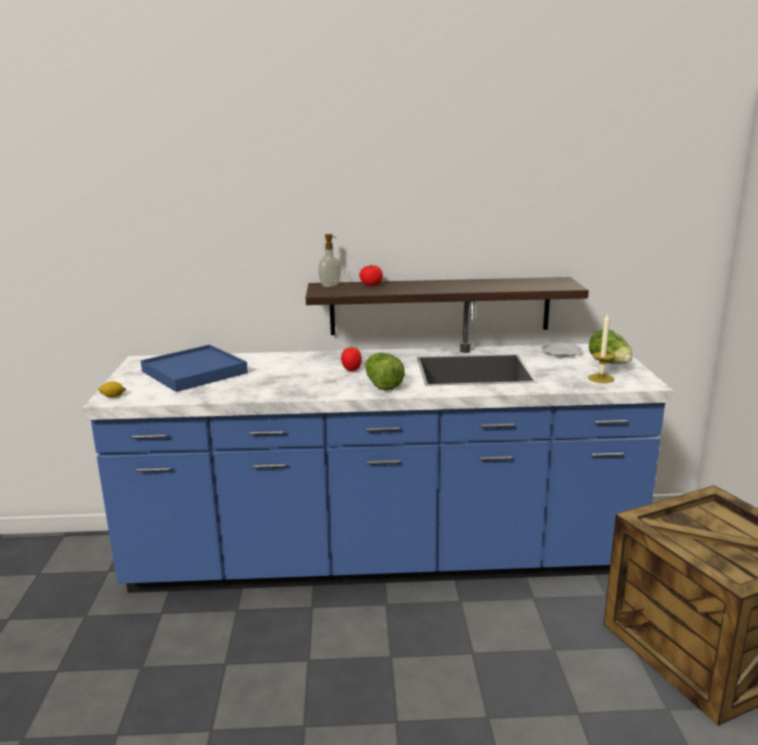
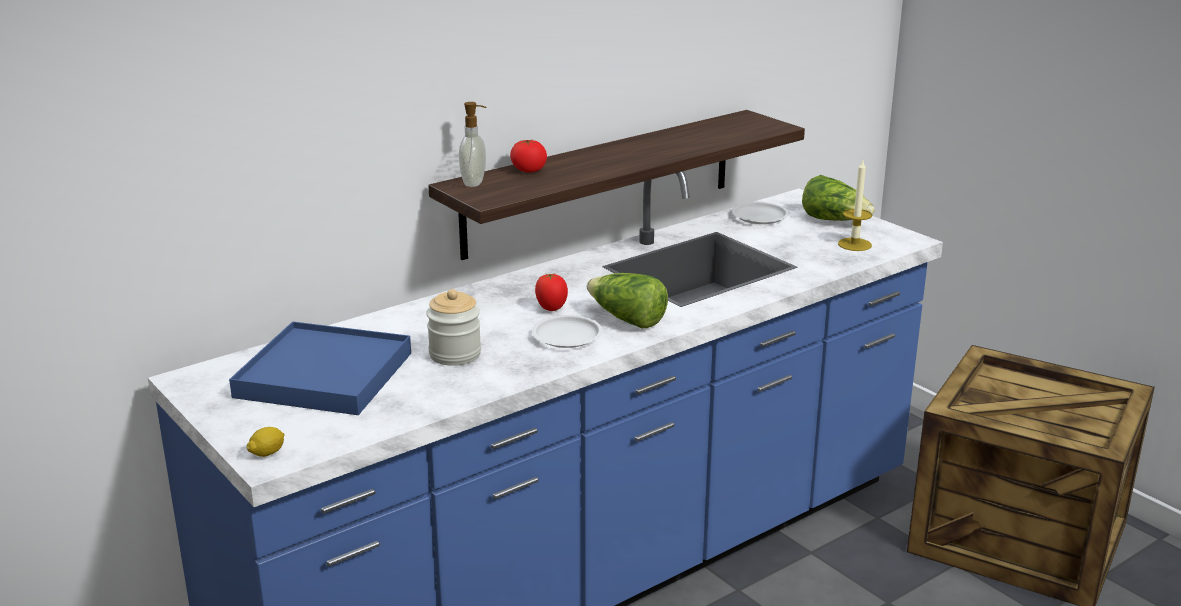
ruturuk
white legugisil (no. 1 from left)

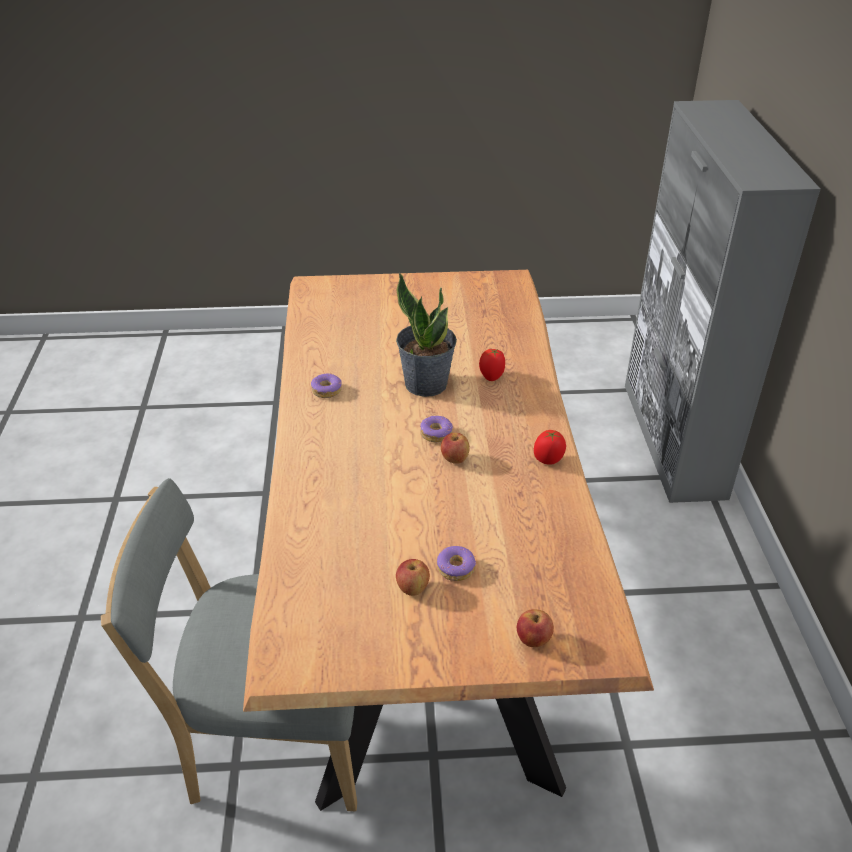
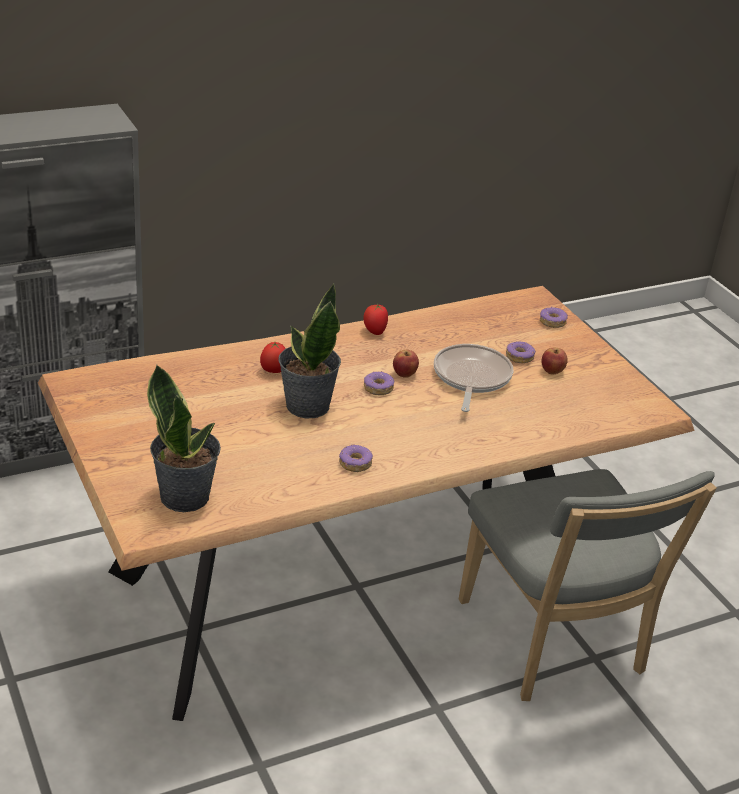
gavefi (no. 1 from left)
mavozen
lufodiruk (no. 4 from left)

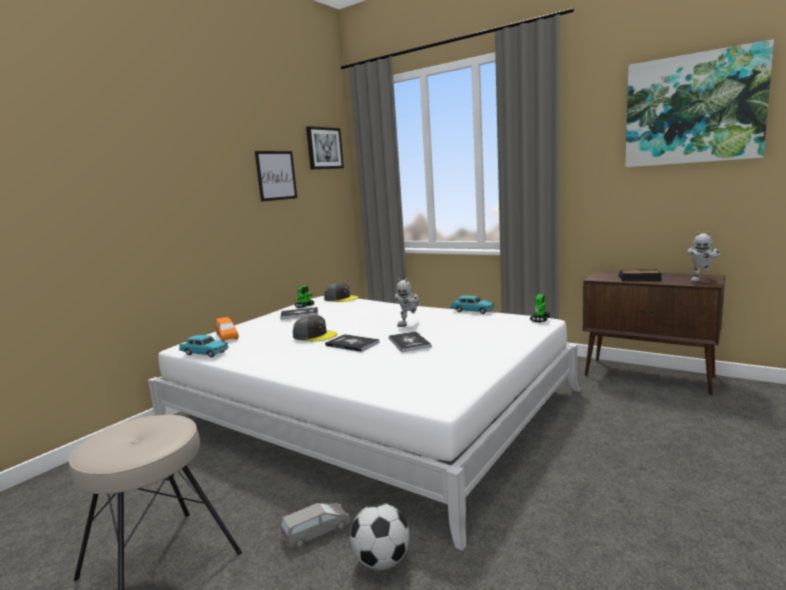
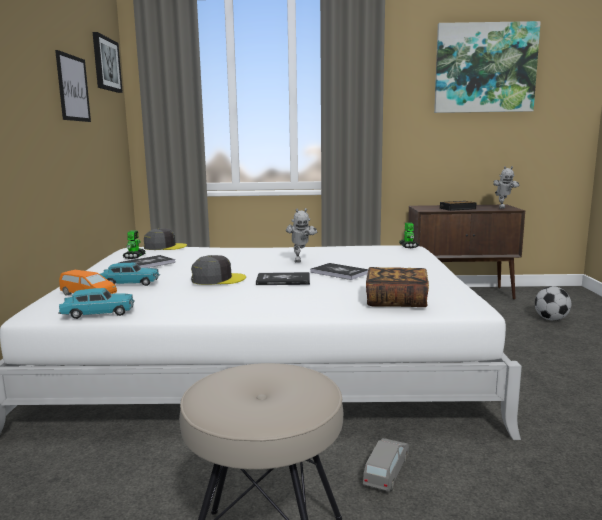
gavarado (no. 4 from left)
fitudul
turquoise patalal (no. 2 from left)

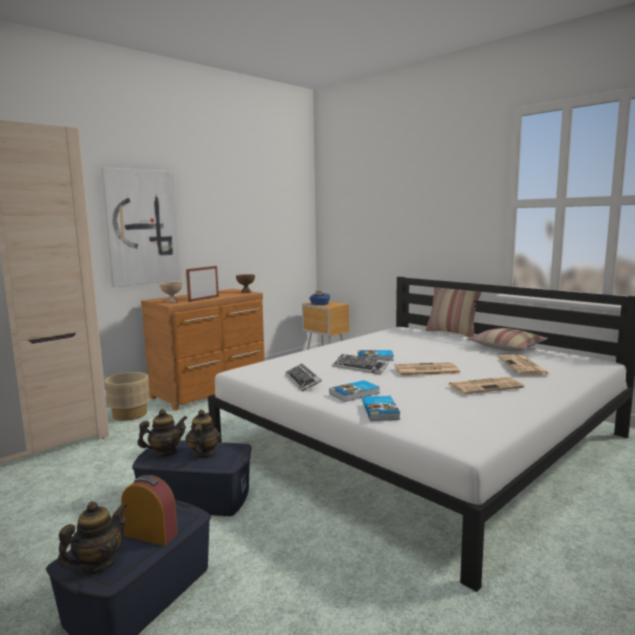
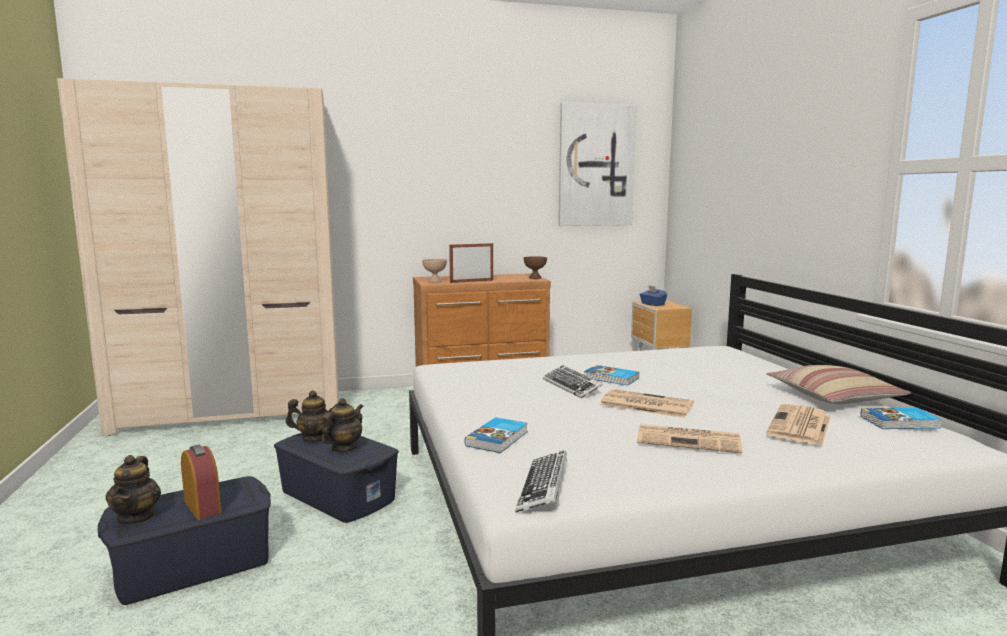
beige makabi
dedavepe (no. 1 from left in the first image)
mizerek
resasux (no. 1 from left)
gavarado (no. 3 from left)
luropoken (no. 1 from left)

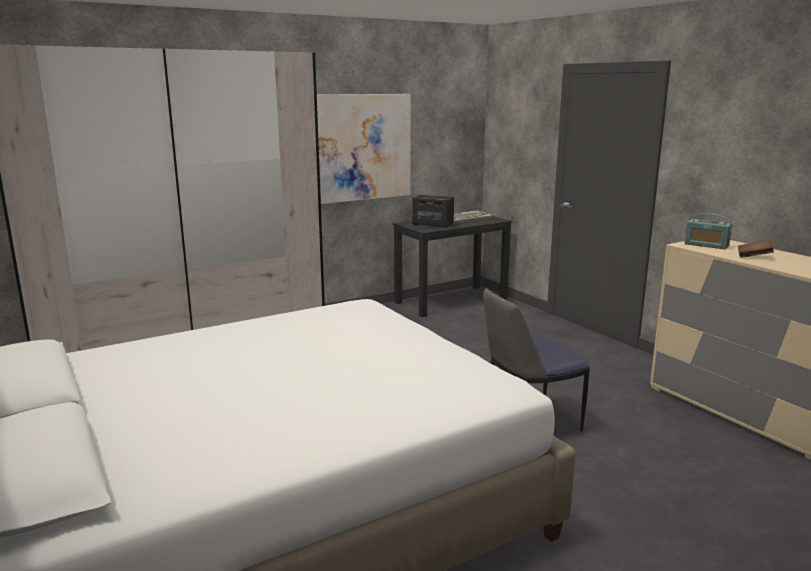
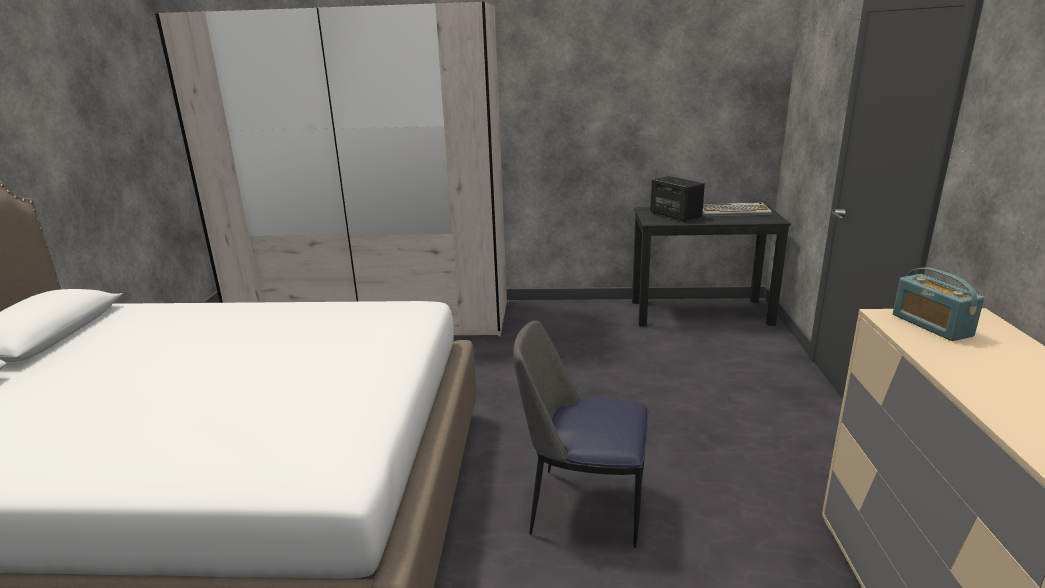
mizerek
brown gavarado

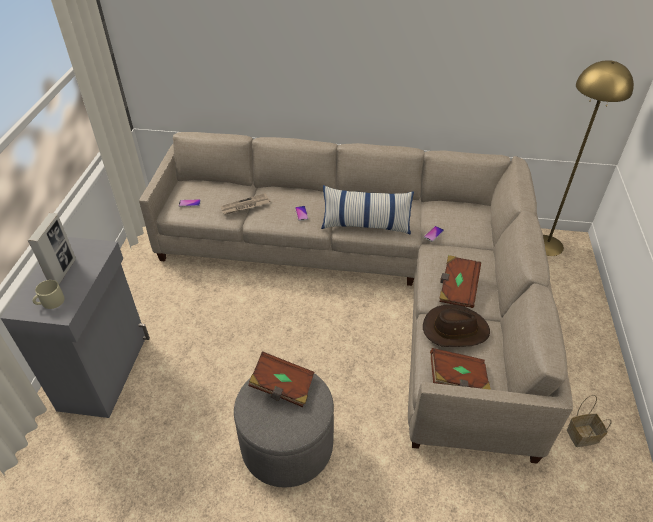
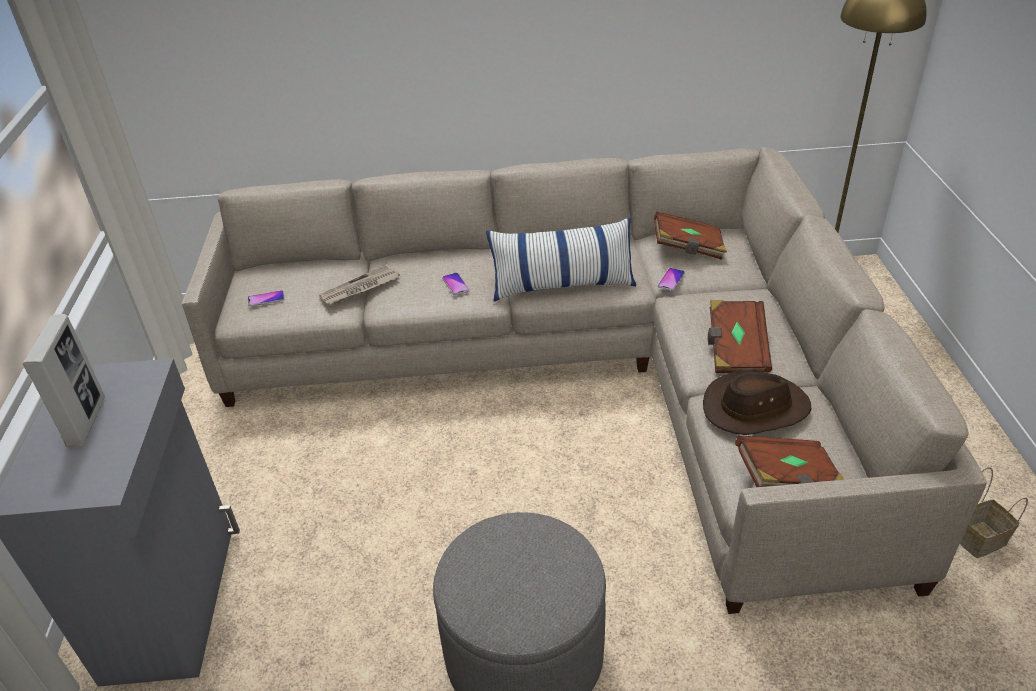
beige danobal
brown gavarado (no. 1 from left)

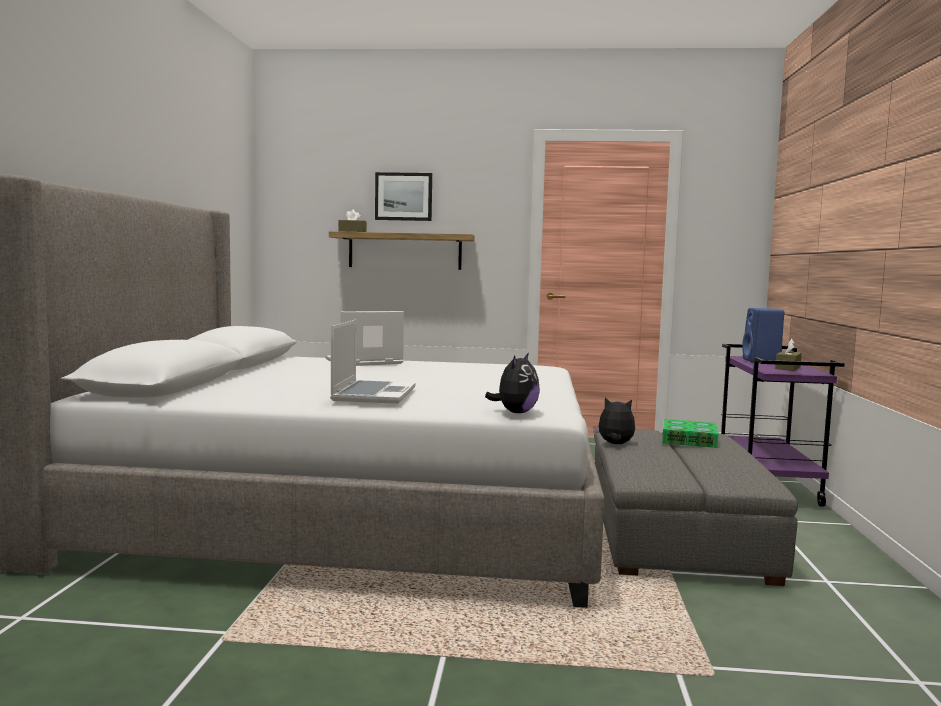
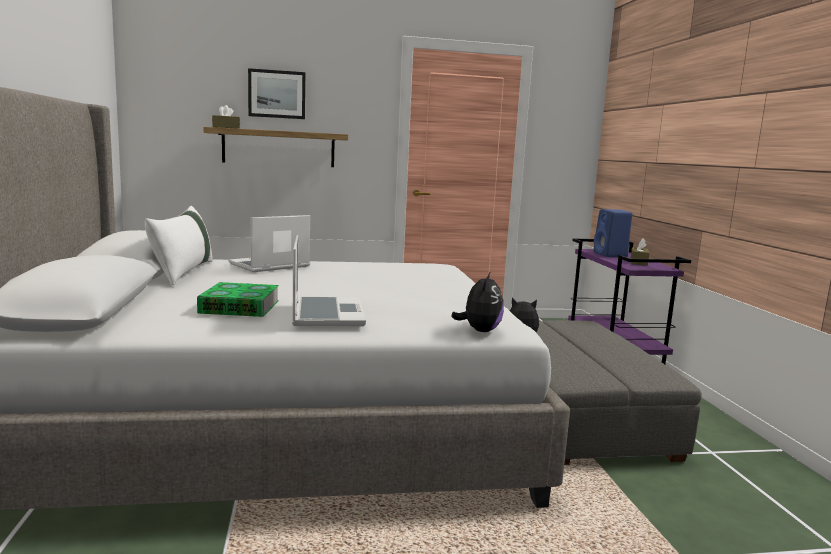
white dedavepe
gavarado

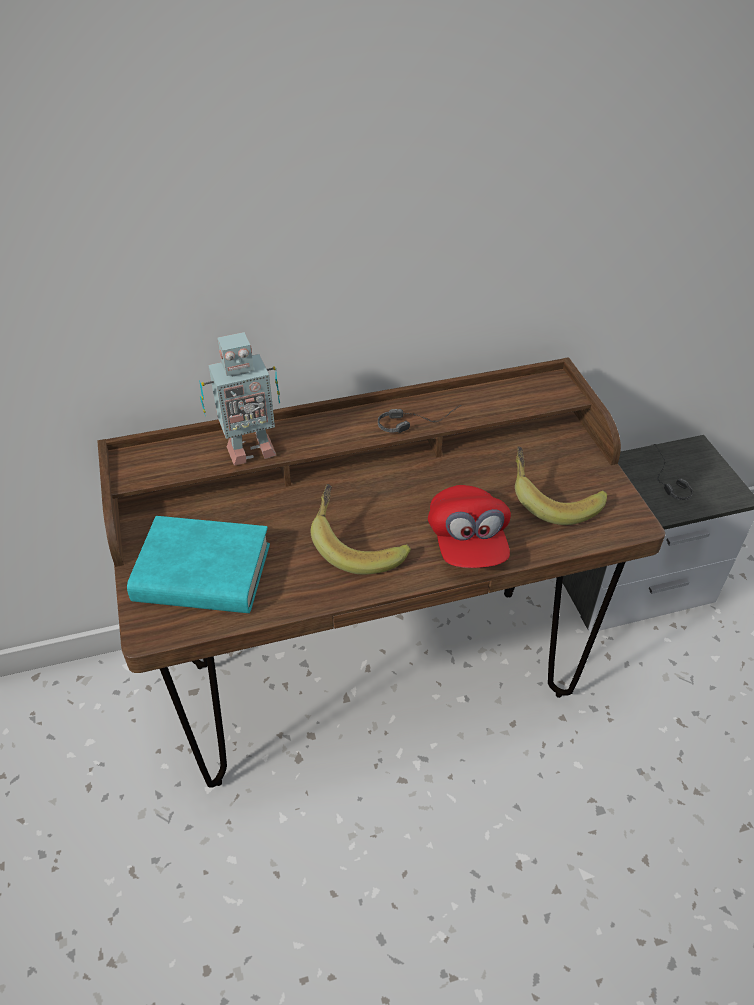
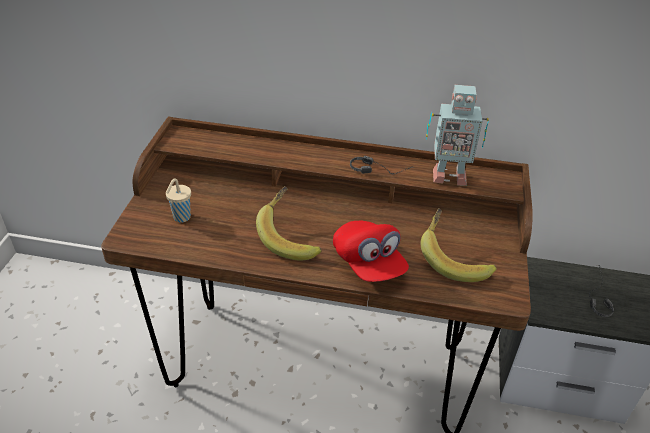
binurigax
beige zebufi
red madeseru

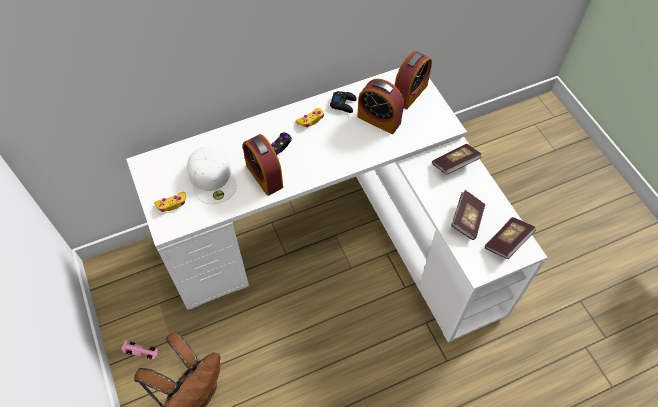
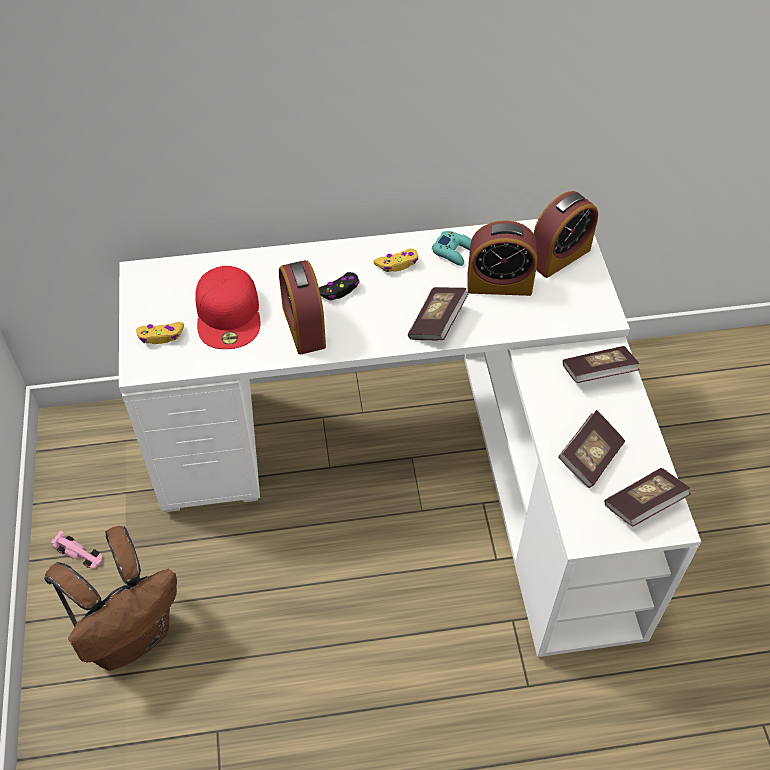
gavarado (no. 1 from left)
red madeseru
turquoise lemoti
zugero (no. 2 from left)

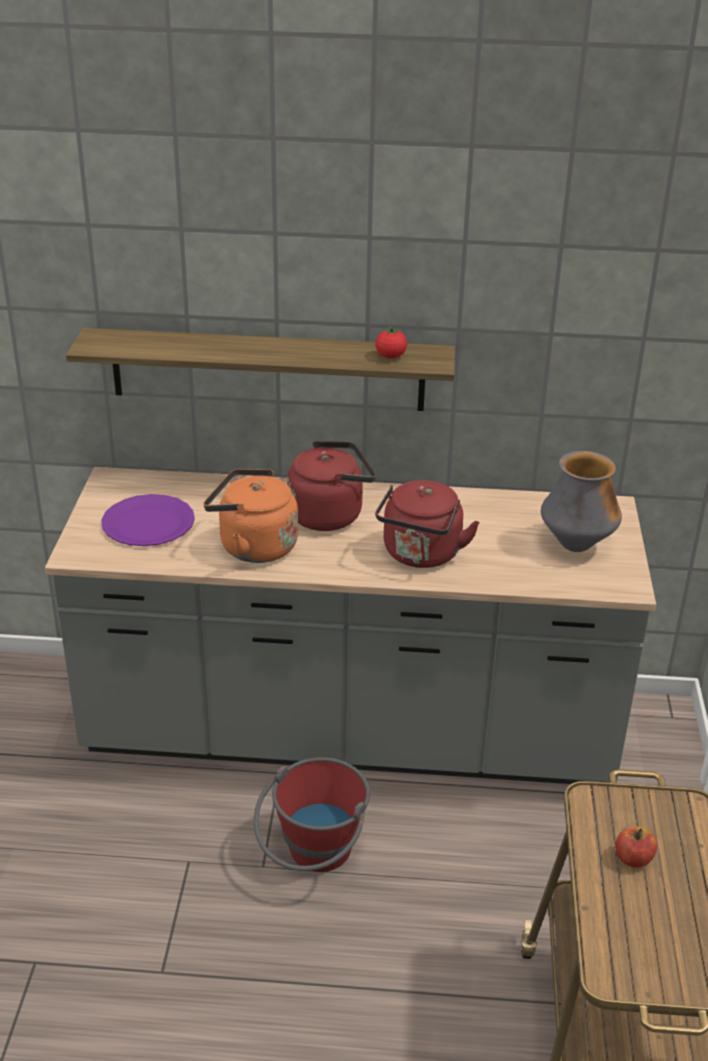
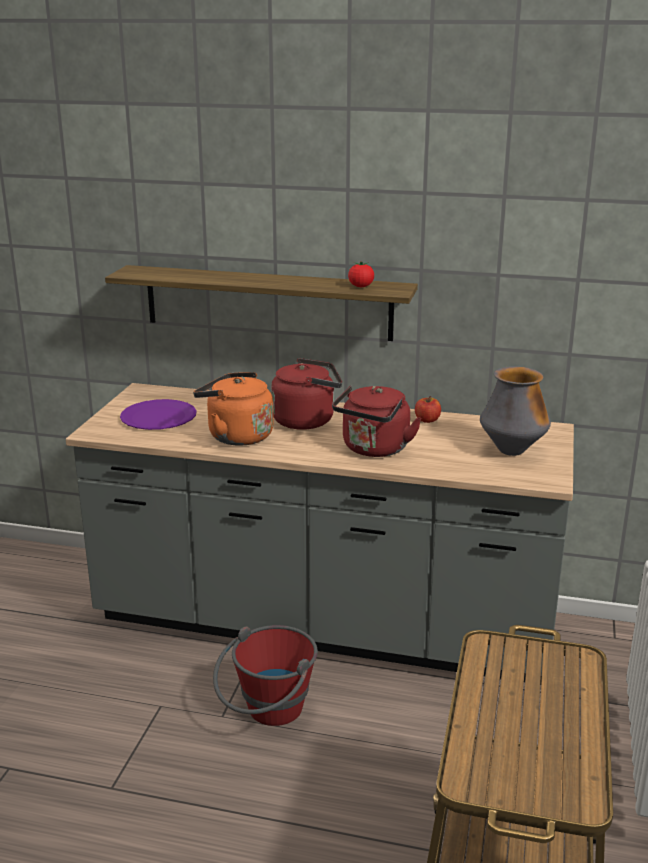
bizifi

